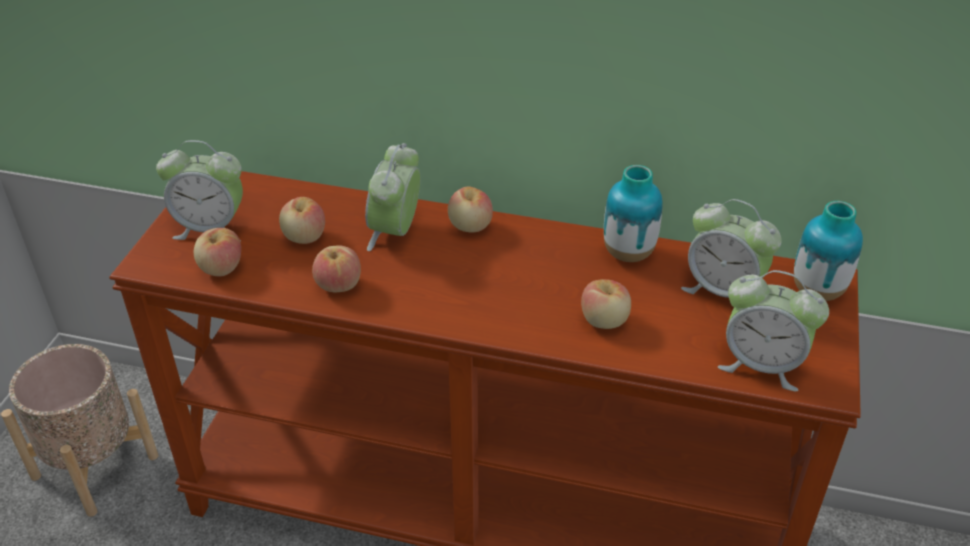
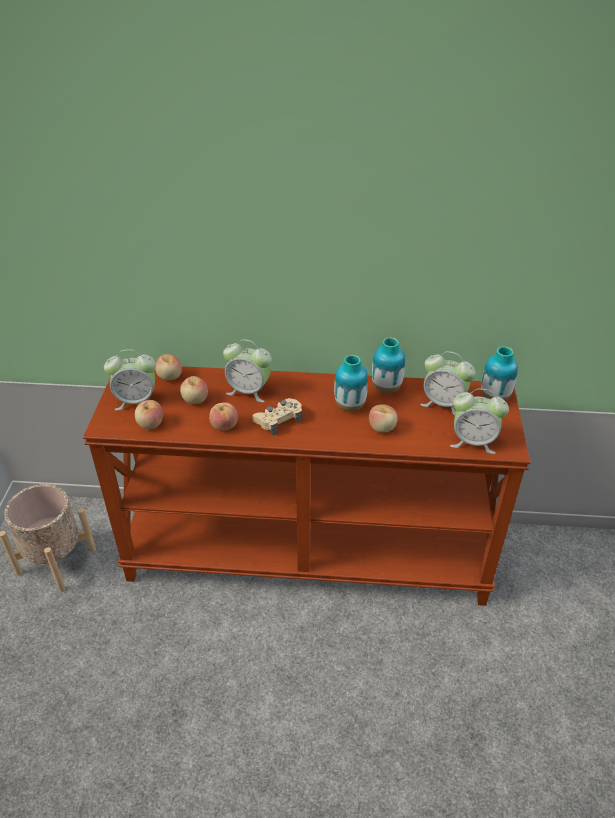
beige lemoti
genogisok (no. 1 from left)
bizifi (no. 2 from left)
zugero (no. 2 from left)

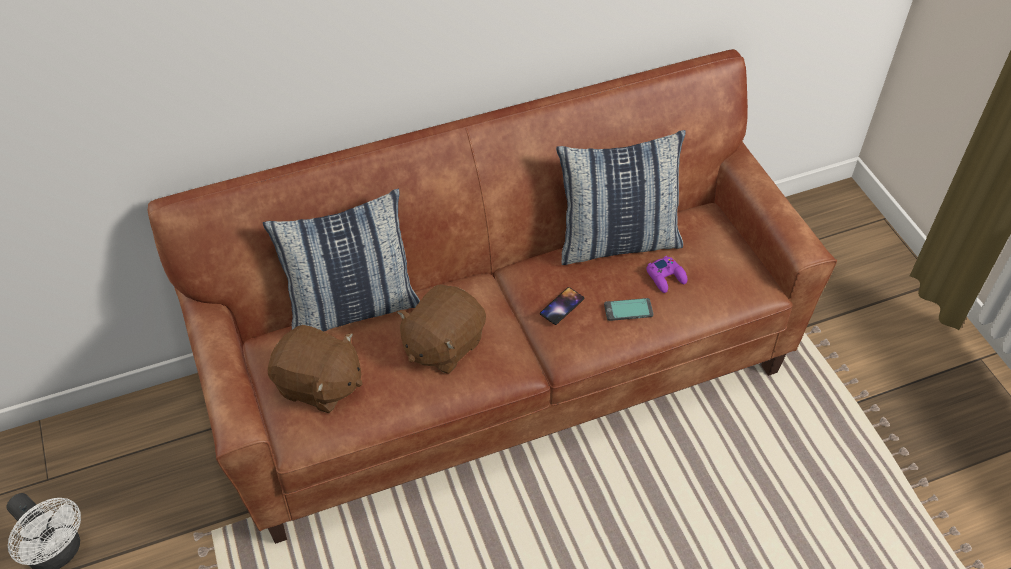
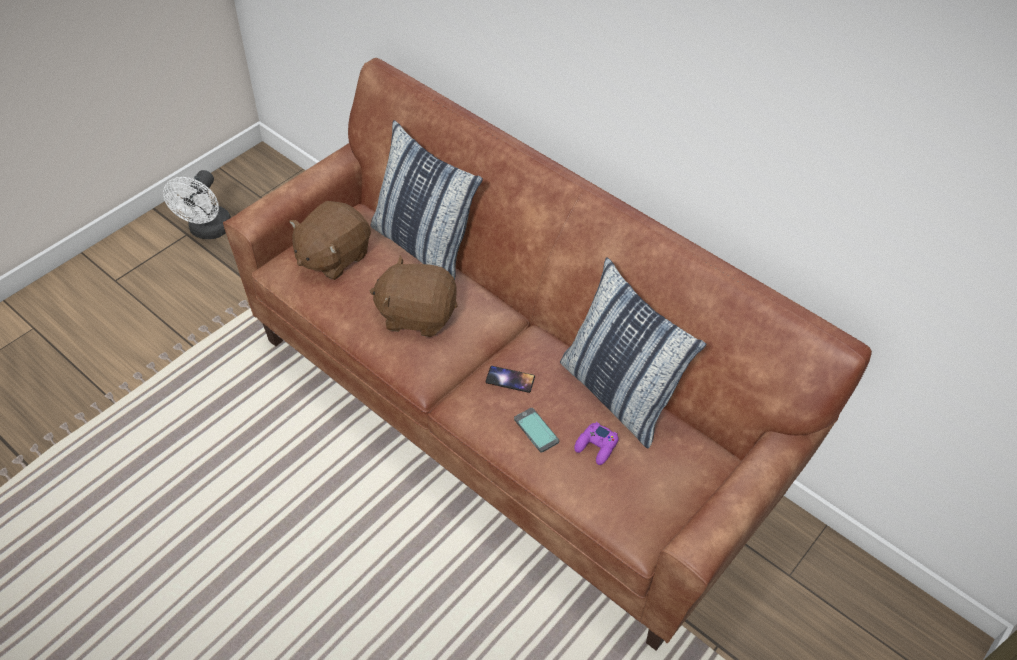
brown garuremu (no. 1 from left)

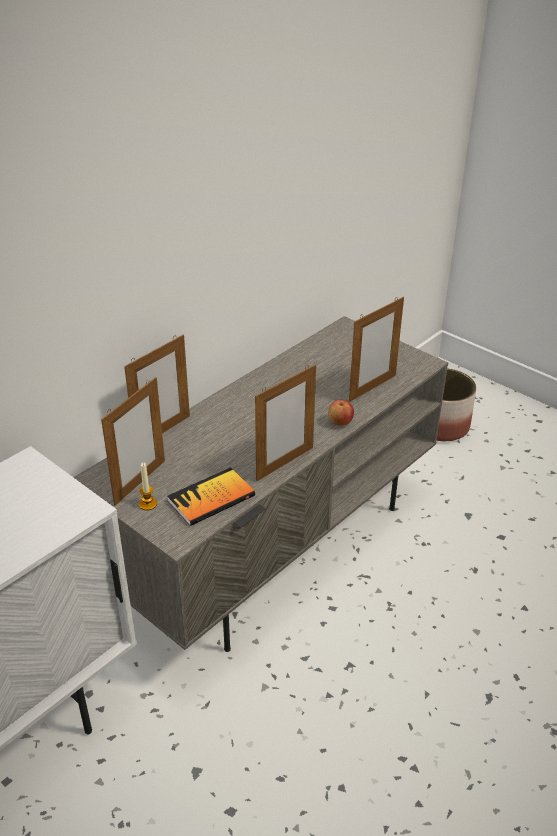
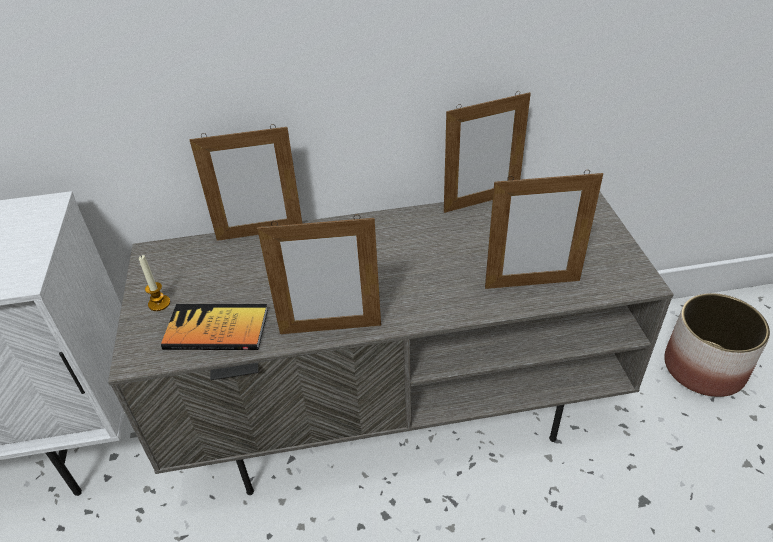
bizifi
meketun (no. 3 from left)

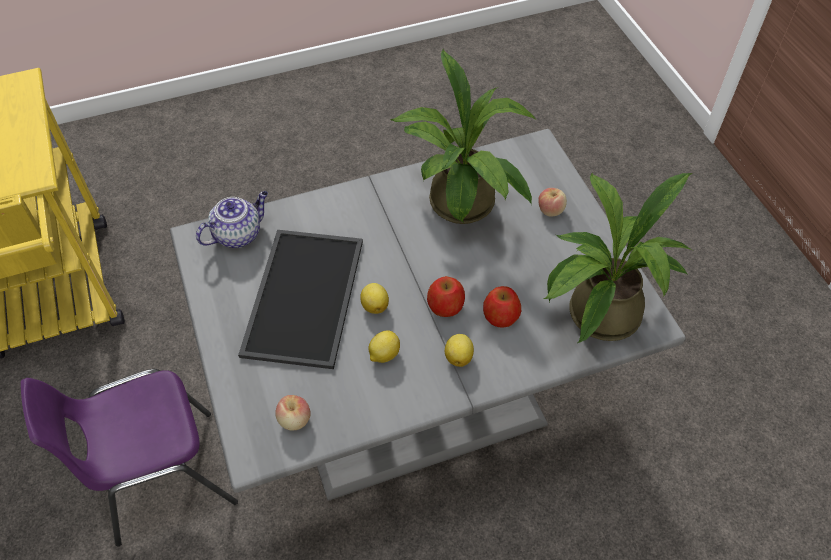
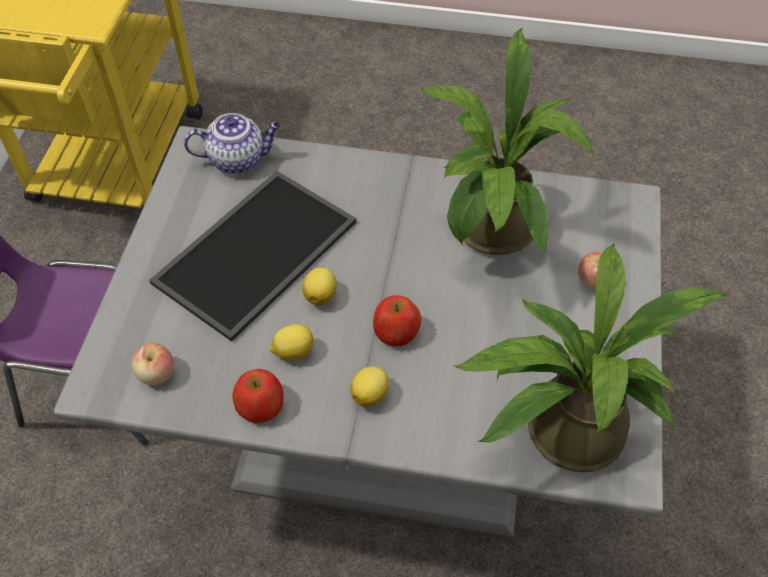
bizifi (no. 2 from left)

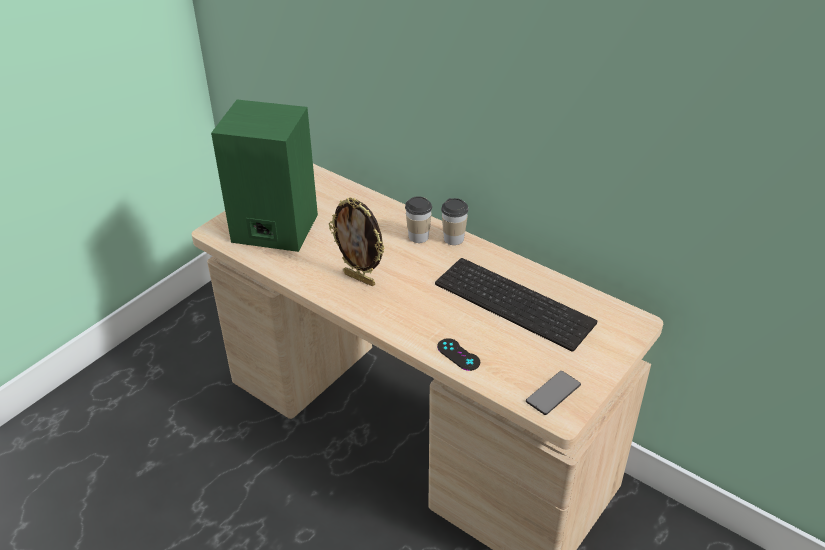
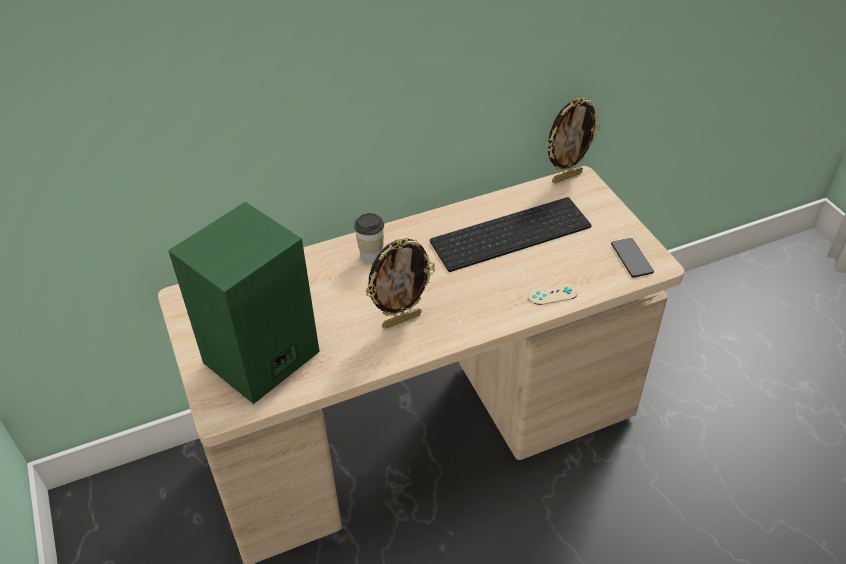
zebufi (no. 2 from left in the first image)
meketun (no. 2 from left)
beige lemoti

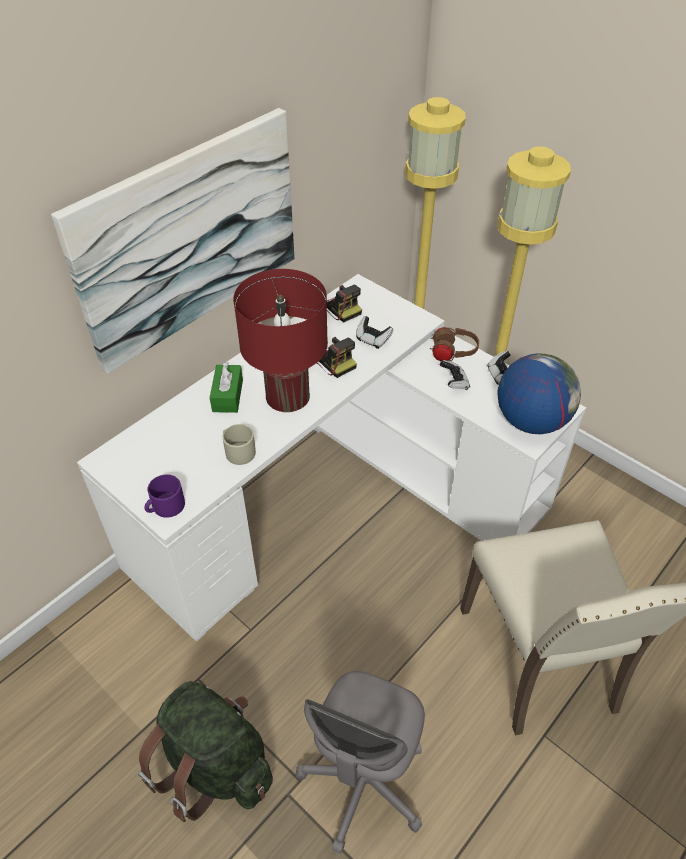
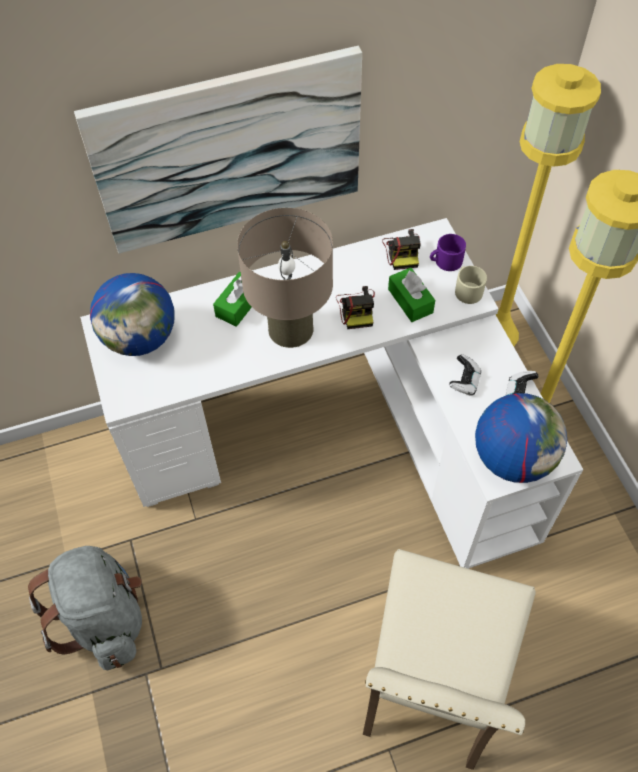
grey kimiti
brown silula
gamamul (no. 1 from left)
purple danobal
beige danobal
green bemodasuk (no. 2 from left)
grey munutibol
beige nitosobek

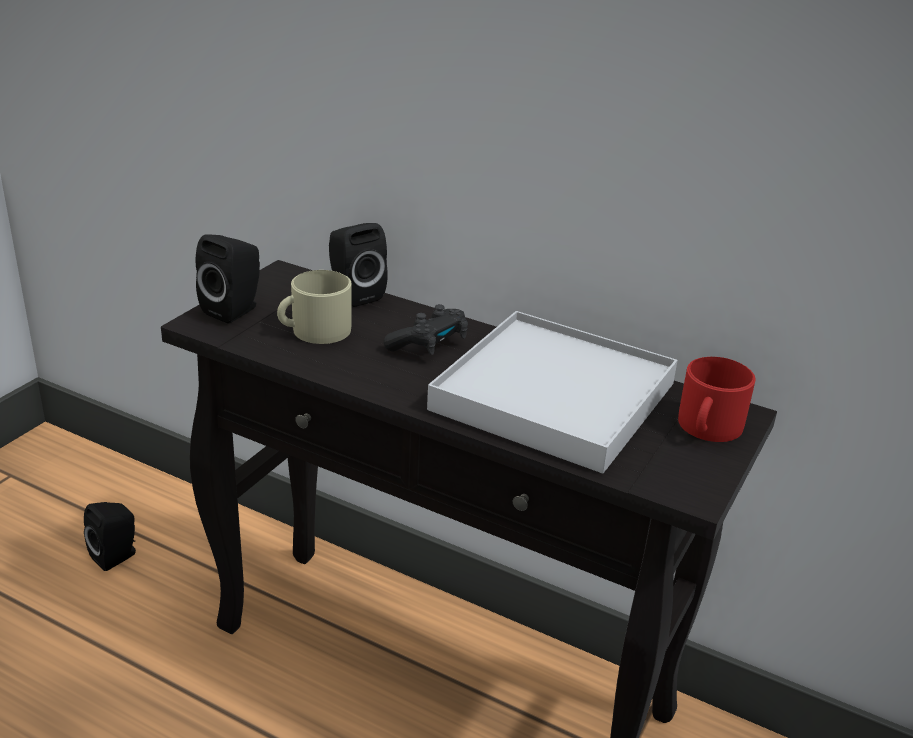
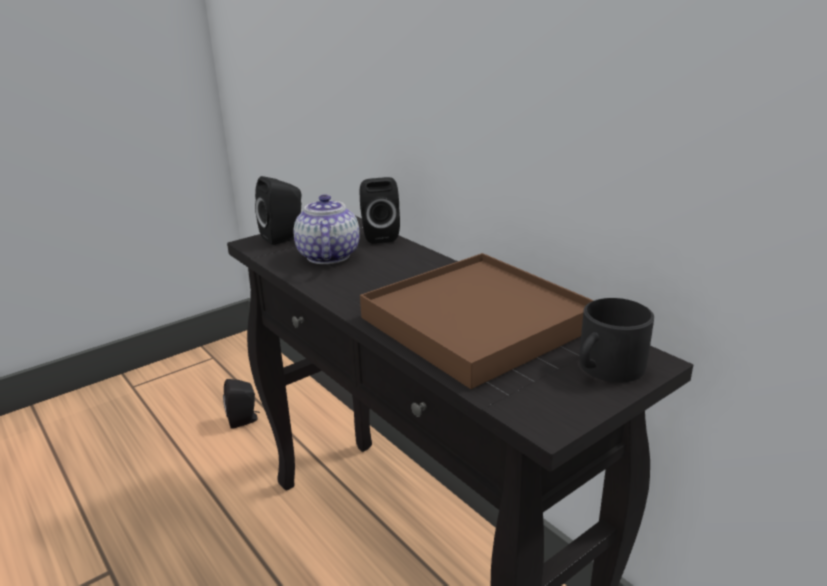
black lemoti
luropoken
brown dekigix
black danobal

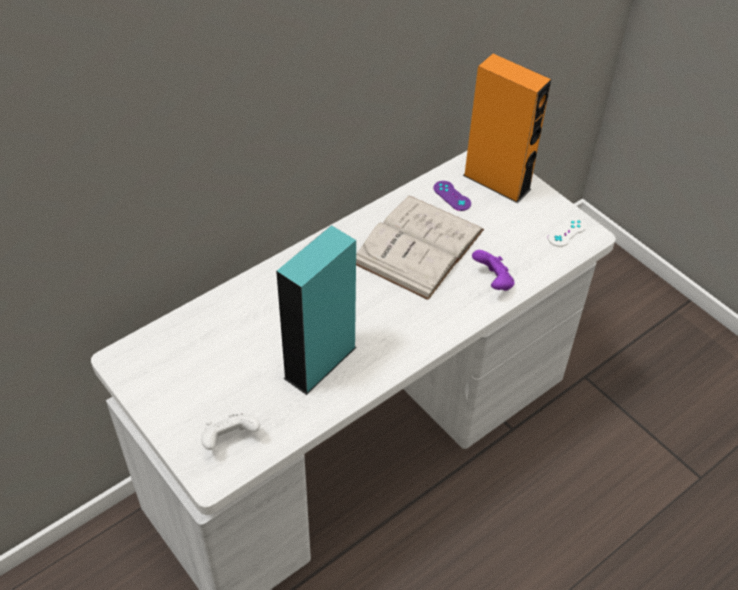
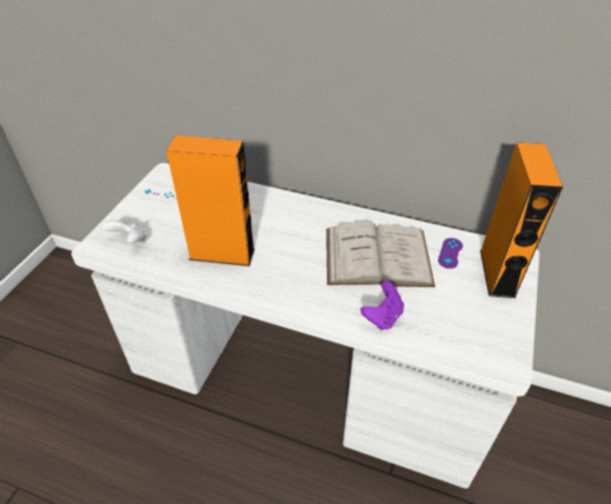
white lemoti (no. 2 from left)
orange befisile (no. 1 from left)

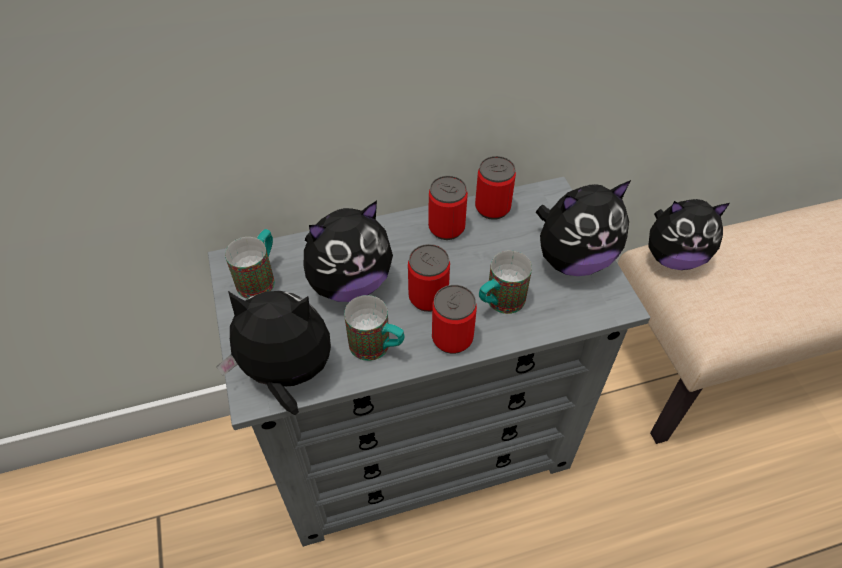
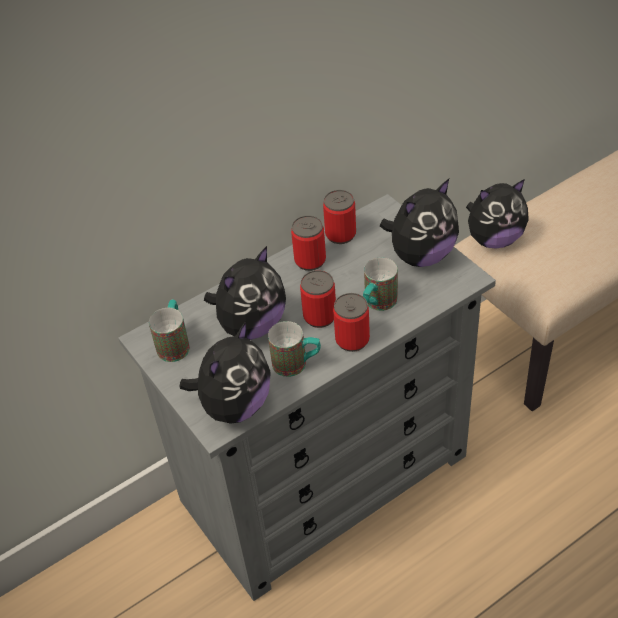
garuremu (no. 1 from left)

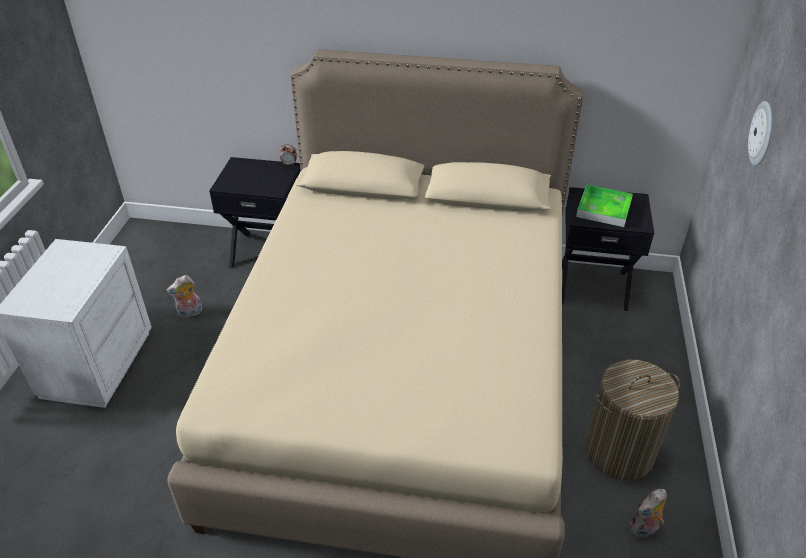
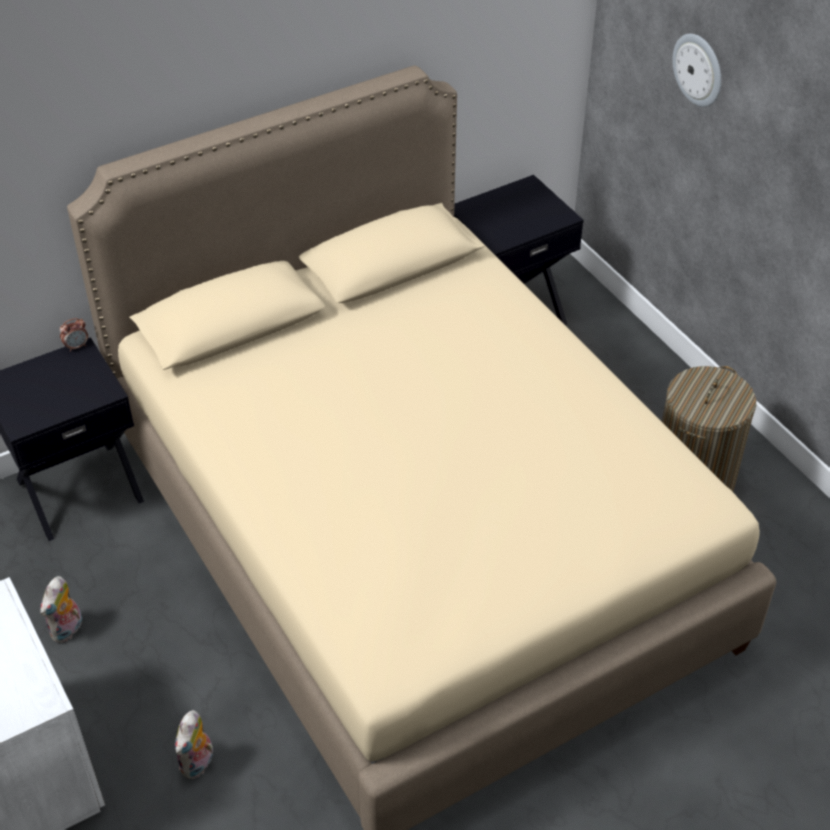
dekigix
garuremu (no. 2 from left)

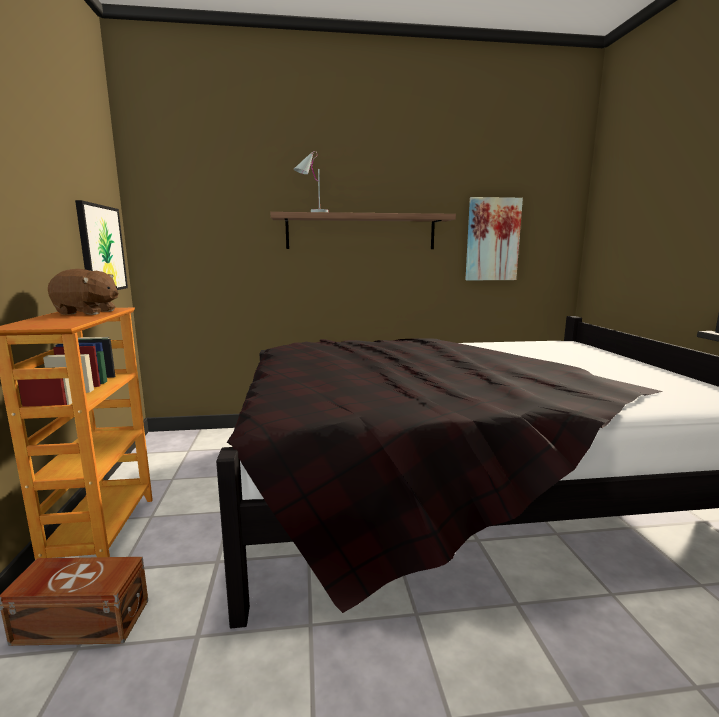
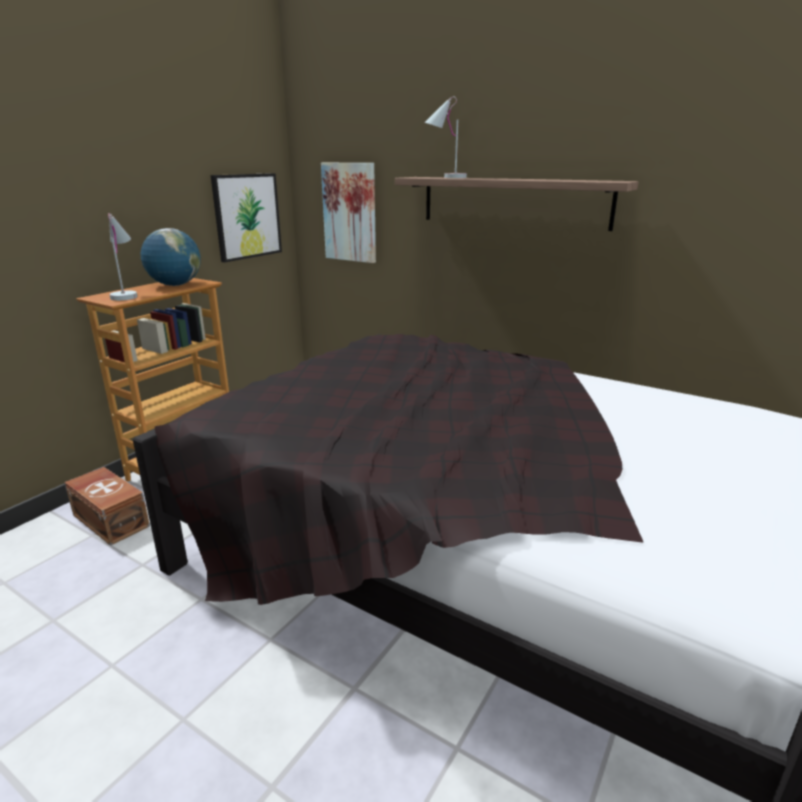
white nitosobek (no. 1 from left)
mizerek (no. 2 from left)
gamamul

